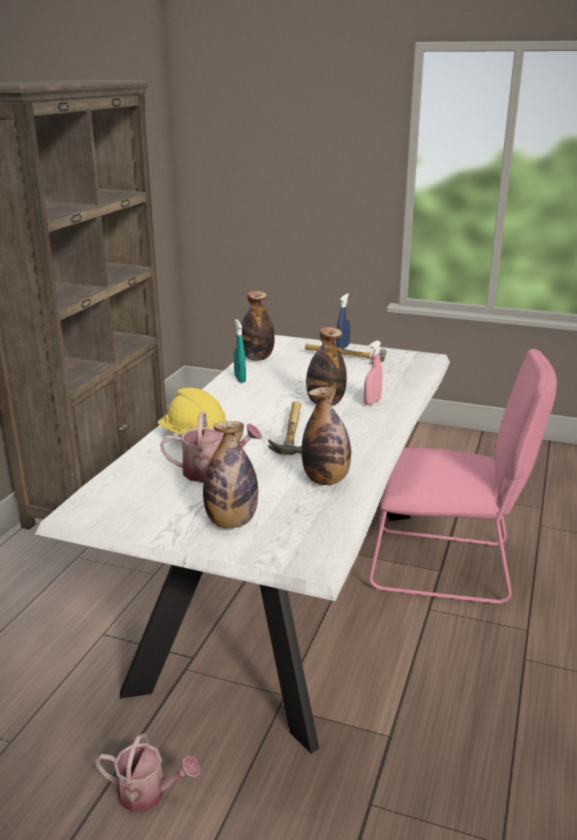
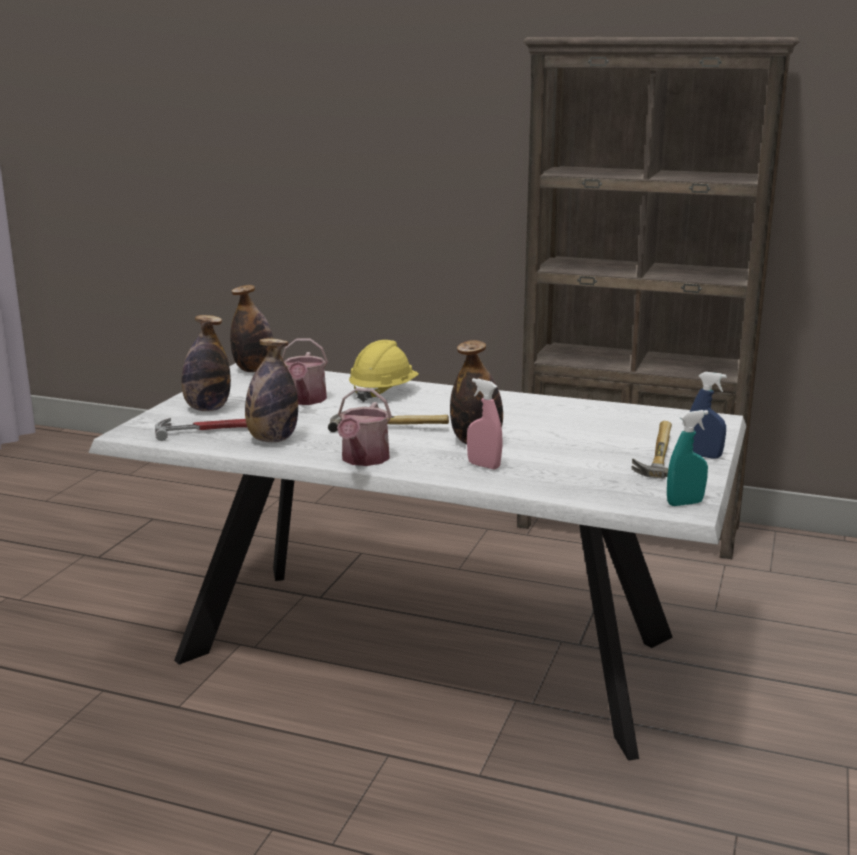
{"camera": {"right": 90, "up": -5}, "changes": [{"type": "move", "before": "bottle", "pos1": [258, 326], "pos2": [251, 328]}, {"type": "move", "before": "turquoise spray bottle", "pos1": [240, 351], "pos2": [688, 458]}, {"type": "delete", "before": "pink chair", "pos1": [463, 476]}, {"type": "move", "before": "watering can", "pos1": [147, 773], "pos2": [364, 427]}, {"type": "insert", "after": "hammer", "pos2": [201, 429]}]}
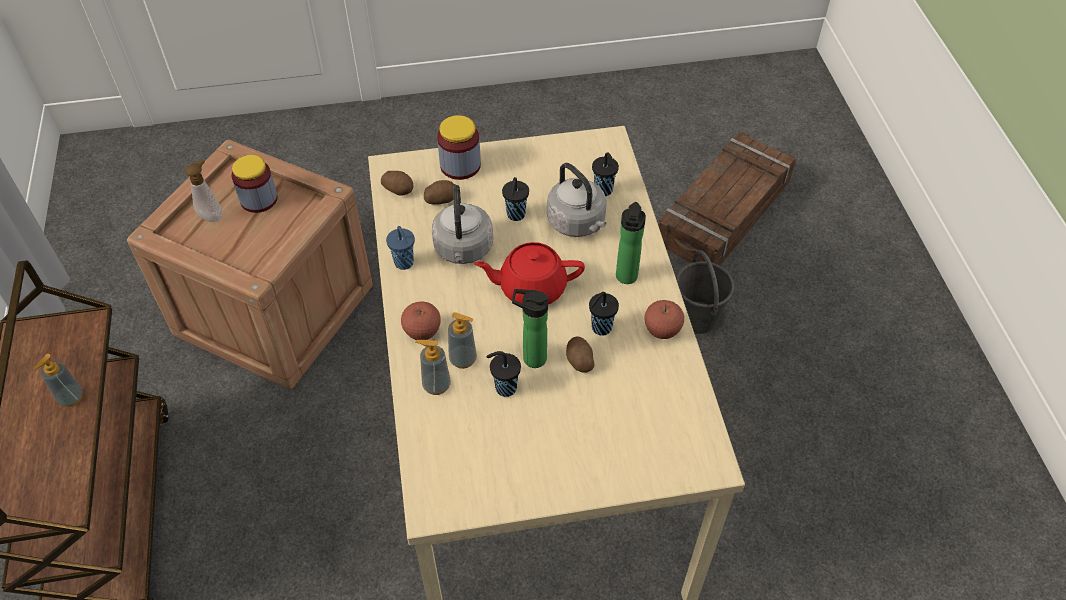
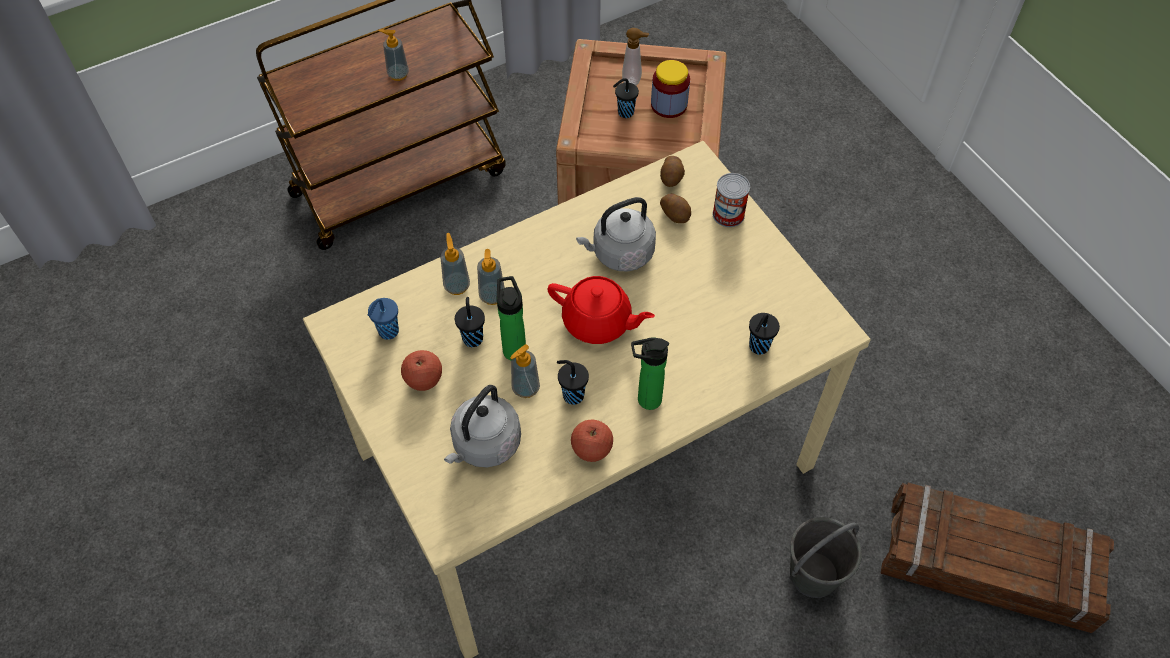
{"camera": {"right": 70, "up": 5}, "changes": [{"type": "replace", "before": "jar", "after": "can", "pos1": [459, 147], "pos2": [731, 200]}, {"type": "move", "before": "grey kettle", "pos1": [577, 200], "pos2": [482, 426]}, {"type": "move", "before": "black cup", "pos1": [515, 199], "pos2": [626, 98]}, {"type": "move", "before": "blue cup", "pos1": [400, 248], "pos2": [383, 319]}, {"type": "rotate", "before": "red teapot", "pos1": [529, 273], "pos2": [601, 310], "turn": 135}, {"type": "move", "before": "apple", "pos1": [421, 321], "pos2": [421, 370]}, {"type": "replace", "before": "potato", "after": "soap dispenser", "pos1": [580, 354], "pos2": [525, 371]}]}
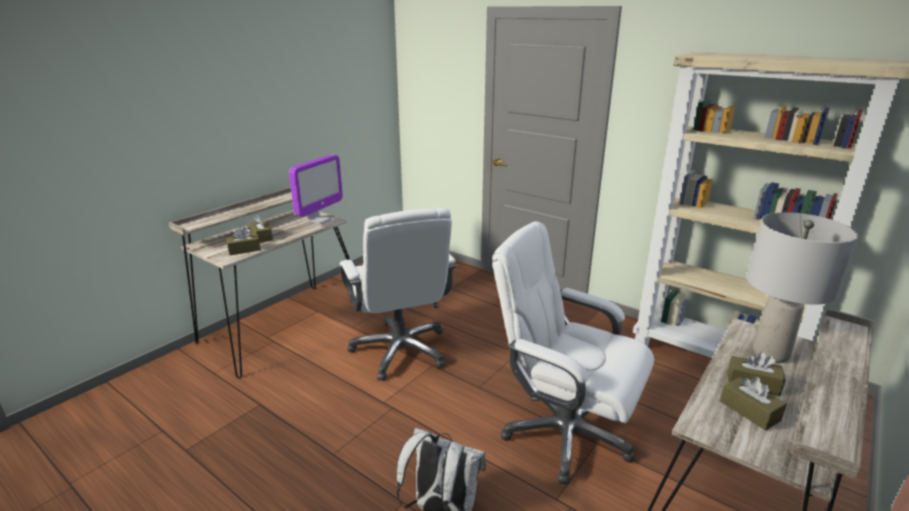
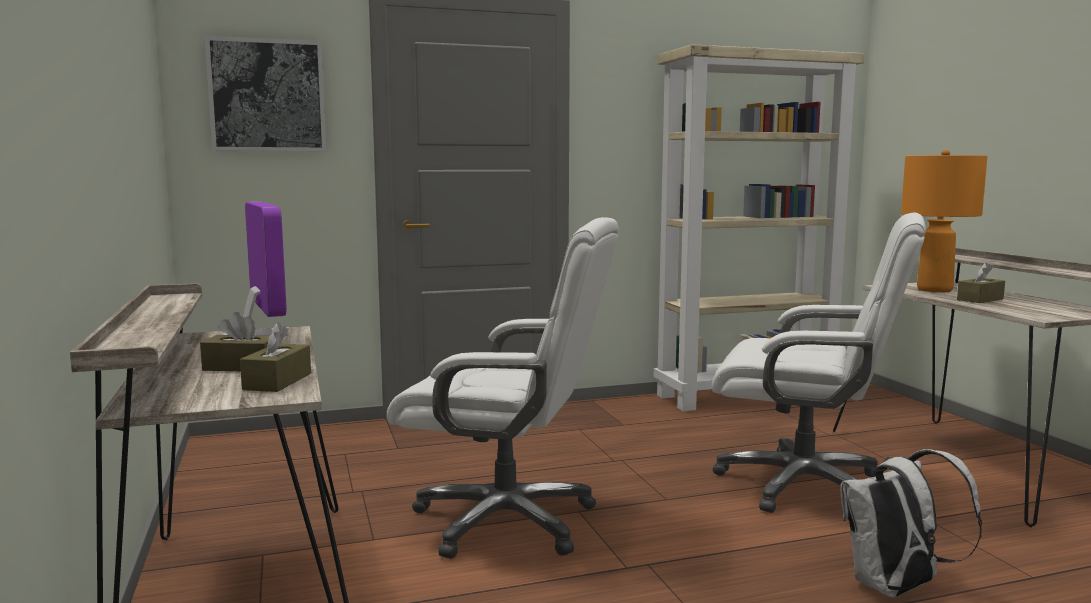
{"camera": {"right": -55, "up": -15}, "changes": [{"type": "recolor", "before": "grey table lamp", "after": "orange table lamp", "pos1": [803, 287], "pos2": [944, 221]}, {"type": "rotate", "before": "white office chair", "pos1": [573, 353], "pos2": [819, 362], "turn": -135}, {"type": "delete", "before": "brown tissue box", "pos1": [753, 403]}, {"type": "insert", "after": "picture", "pos2": [265, 93]}]}
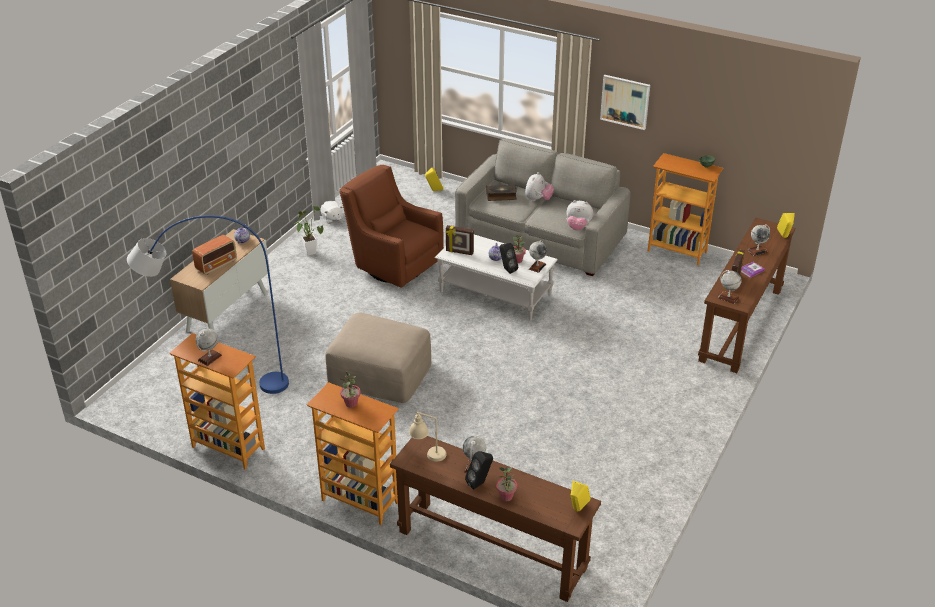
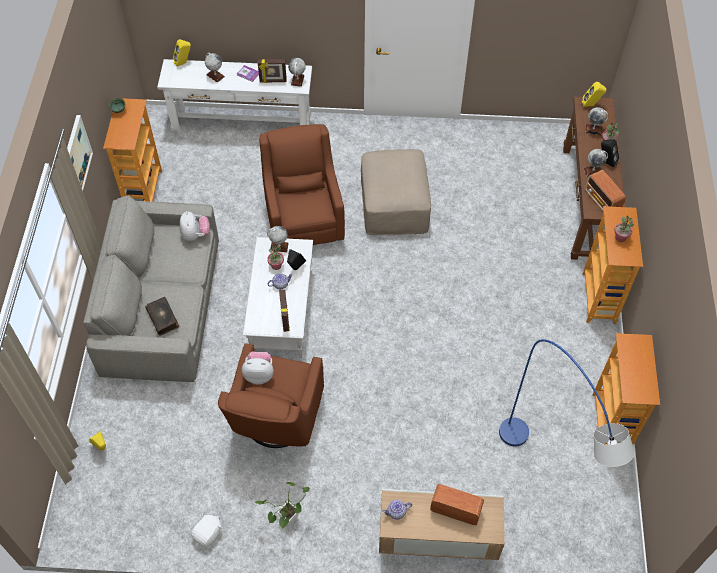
{"camera": {"right": -115, "up": 20}, "changes": [{"type": "move", "before": "plush toy", "pos1": [539, 186], "pos2": [258, 368]}, {"type": "recolor", "before": "brown console table", "after": "white console table", "pos1": [747, 295], "pos2": [234, 97]}, {"type": "move", "before": "beige ottoman", "pos1": [378, 357], "pos2": [396, 192]}, {"type": "move", "before": "globe", "pos1": [209, 347], "pos2": [596, 121]}, {"type": "replace", "before": "beige table lamp", "after": "radio", "pos1": [428, 437], "pos2": [605, 191]}, {"type": "insert", "after": "brown armchair", "pos2": [302, 184]}]}
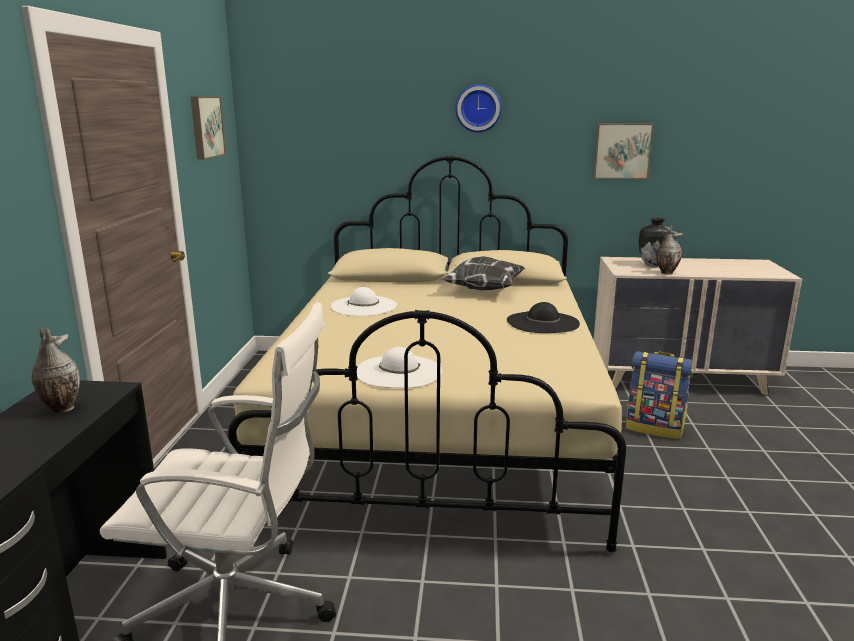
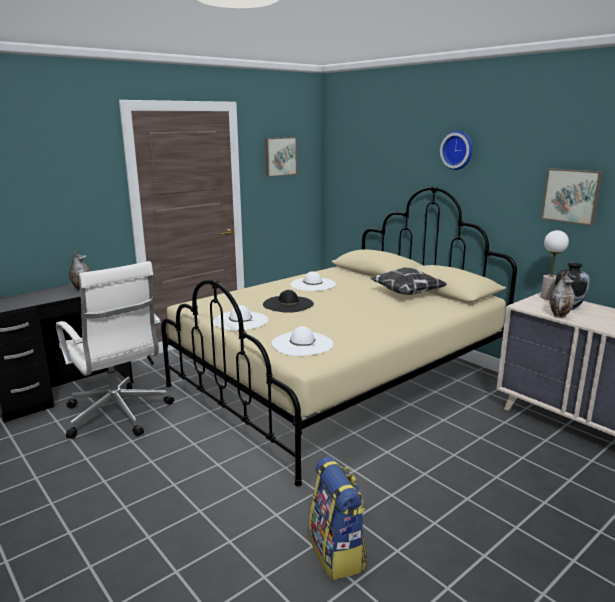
{"camera": {"right": 45, "up": 0}, "changes": [{"type": "move", "before": "black hat", "pos1": [543, 317], "pos2": [288, 301]}, {"type": "move", "before": "backpack", "pos1": [659, 395], "pos2": [338, 518]}, {"type": "insert", "after": "table lamp", "pos2": [555, 265]}, {"type": "insert", "after": "white hat", "pos2": [302, 341]}]}
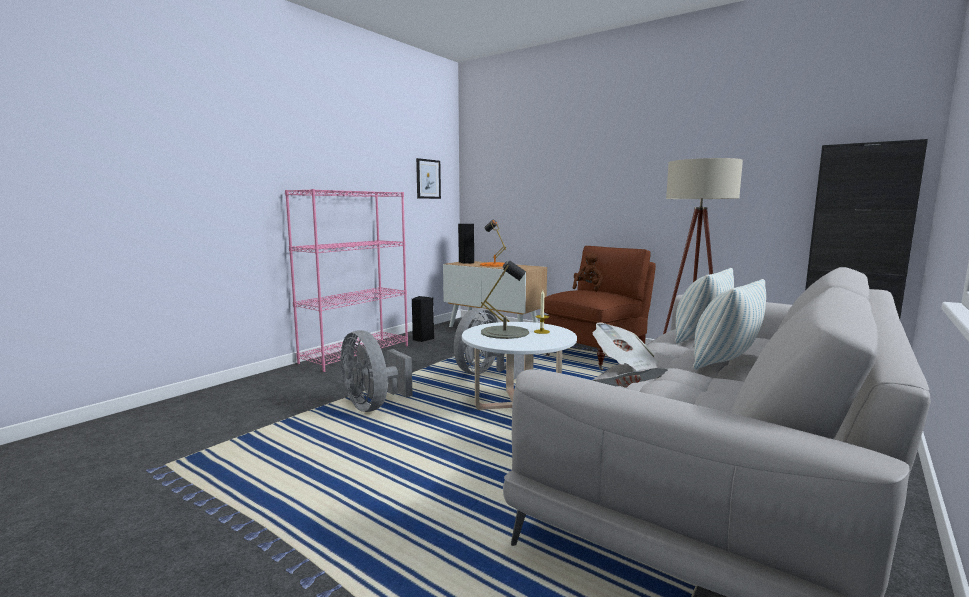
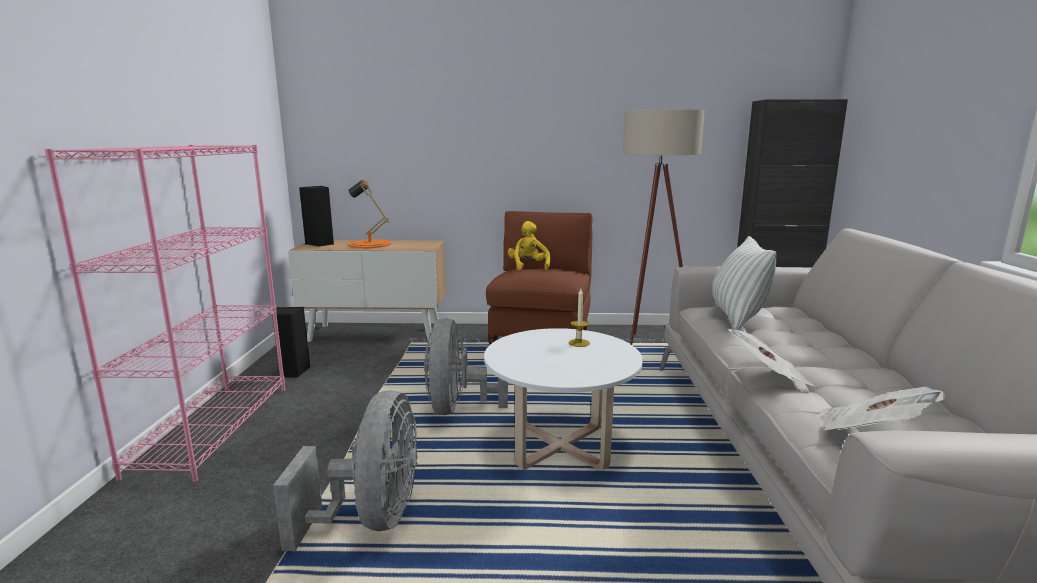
{"camera": {"right": -35, "up": 5}, "changes": [{"type": "delete", "before": "picture", "pos1": [428, 178]}, {"type": "recolor", "before": "brown plush toy", "after": "yellow plush toy", "pos1": [588, 272], "pos2": [529, 246]}, {"type": "delete", "before": "grey table lamp", "pos1": [505, 299]}, {"type": "delete", "before": "pillow", "pos1": [729, 324]}, {"type": "rotate", "before": "grey fan", "pos1": [376, 371], "pos2": [345, 470], "turn": -105}]}
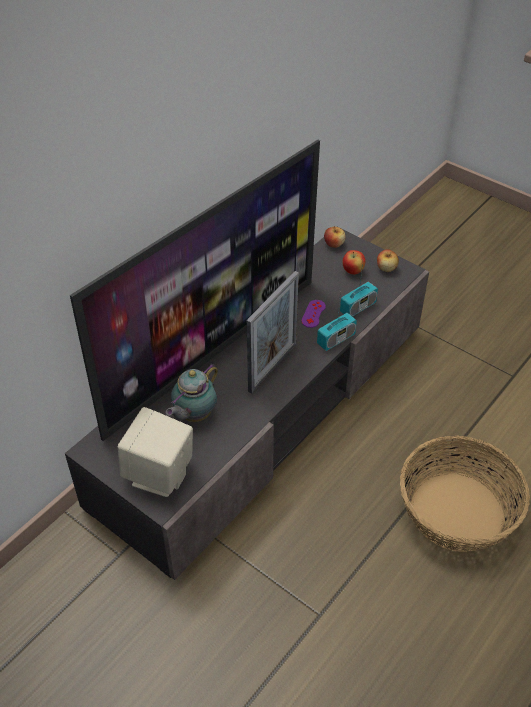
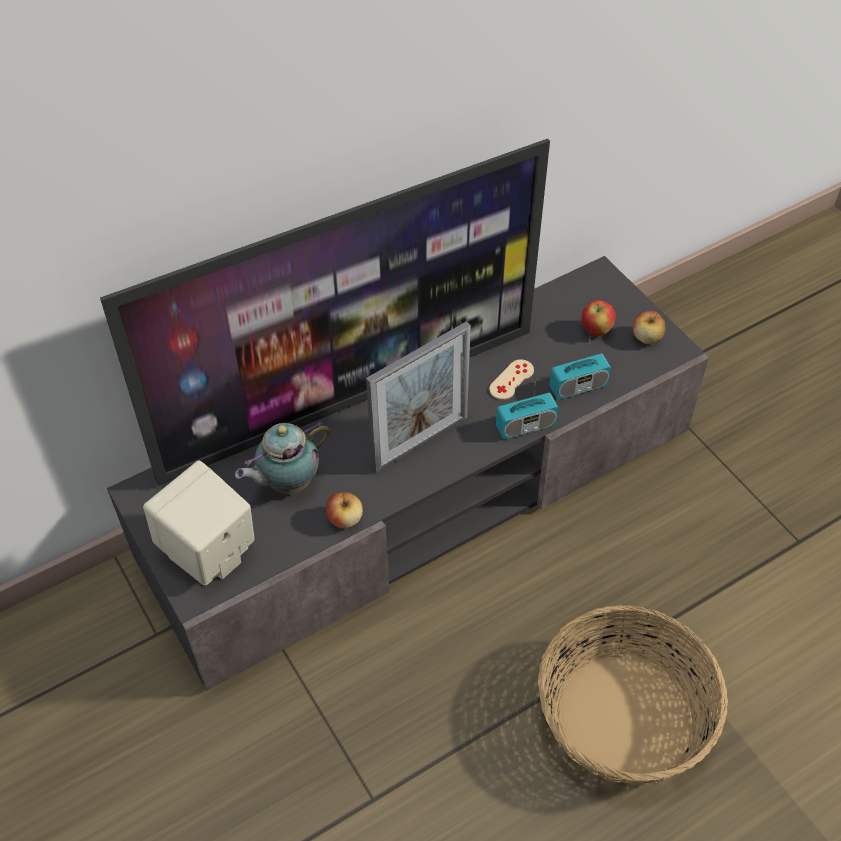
{"camera": {"right": 20, "up": 5}, "changes": [{"type": "move", "before": "apple", "pos1": [335, 237], "pos2": [344, 510]}, {"type": "recolor", "before": "purple game controller", "after": "beige game controller", "pos1": [313, 314], "pos2": [511, 380]}]}
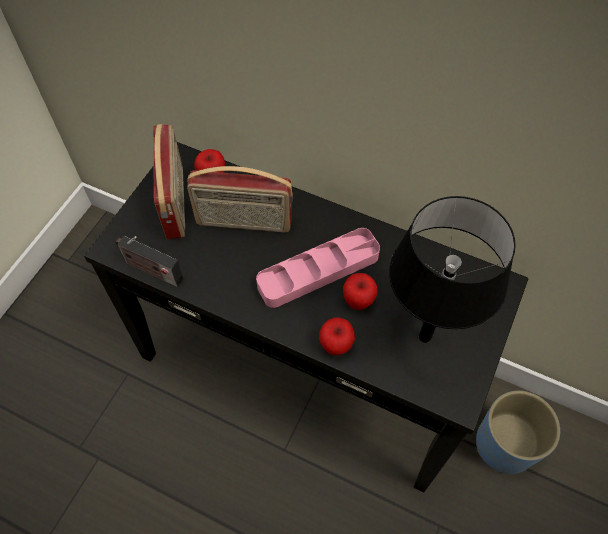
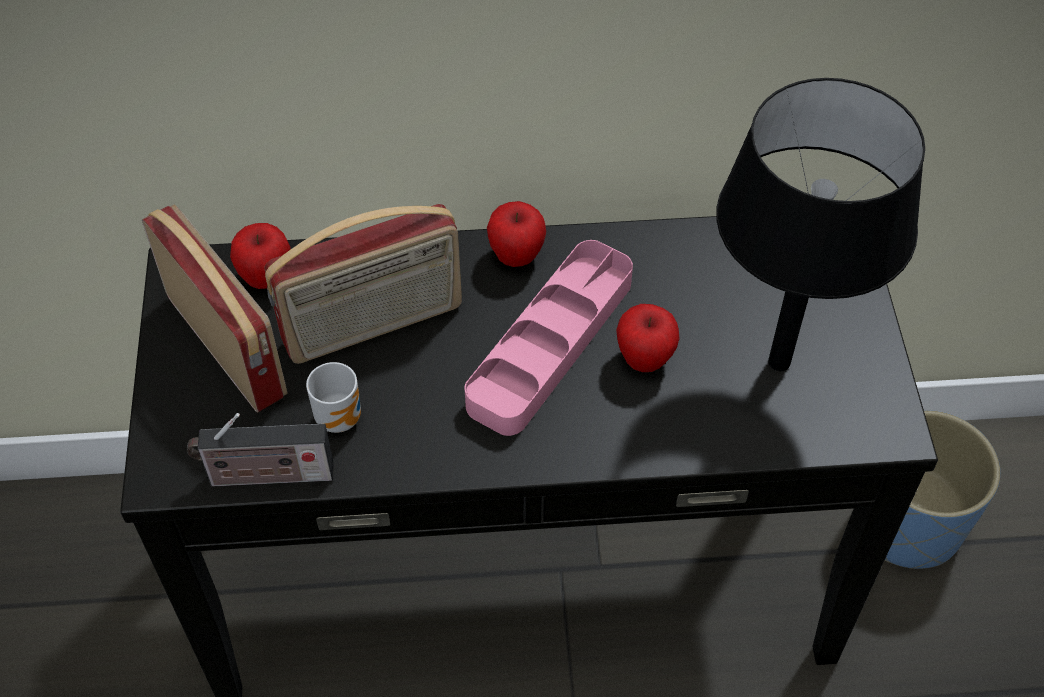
{"camera": {"right": -30, "up": -5}, "changes": [{"type": "move", "before": "apple", "pos1": [337, 336], "pos2": [516, 234]}, {"type": "insert", "after": "mug", "pos2": [333, 397]}]}
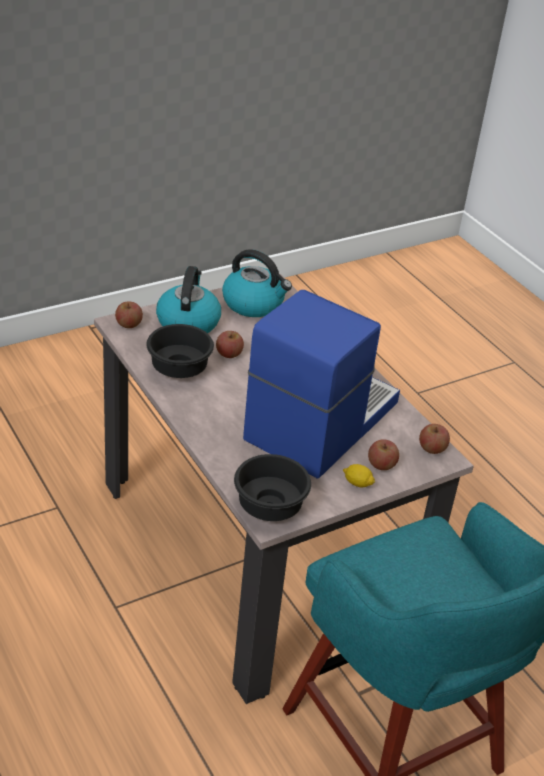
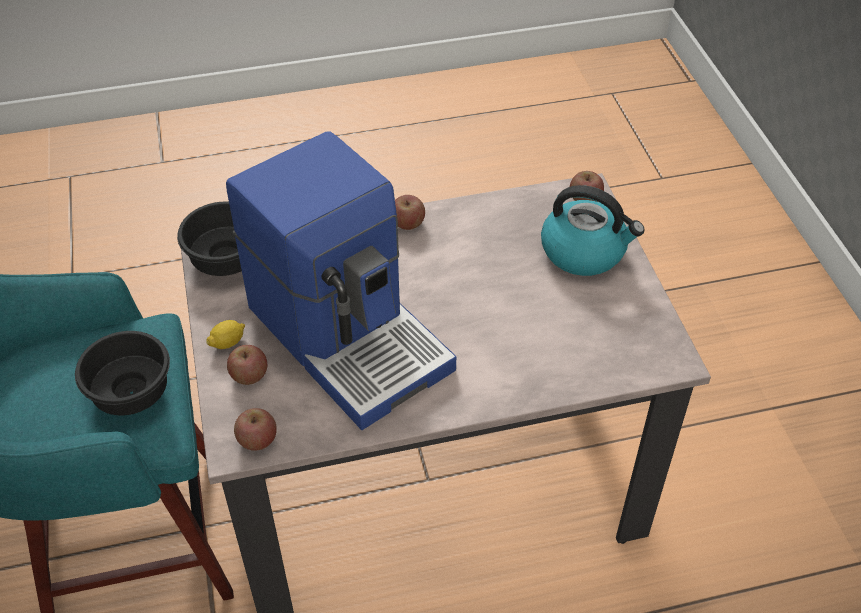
{"camera": {"right": 110, "up": 10}, "changes": [{"type": "delete", "before": "kettle", "pos1": [257, 283]}, {"type": "move", "before": "black bowl", "pos1": [180, 351], "pos2": [122, 373]}, {"type": "move", "before": "apple", "pos1": [230, 344], "pos2": [410, 212]}]}
